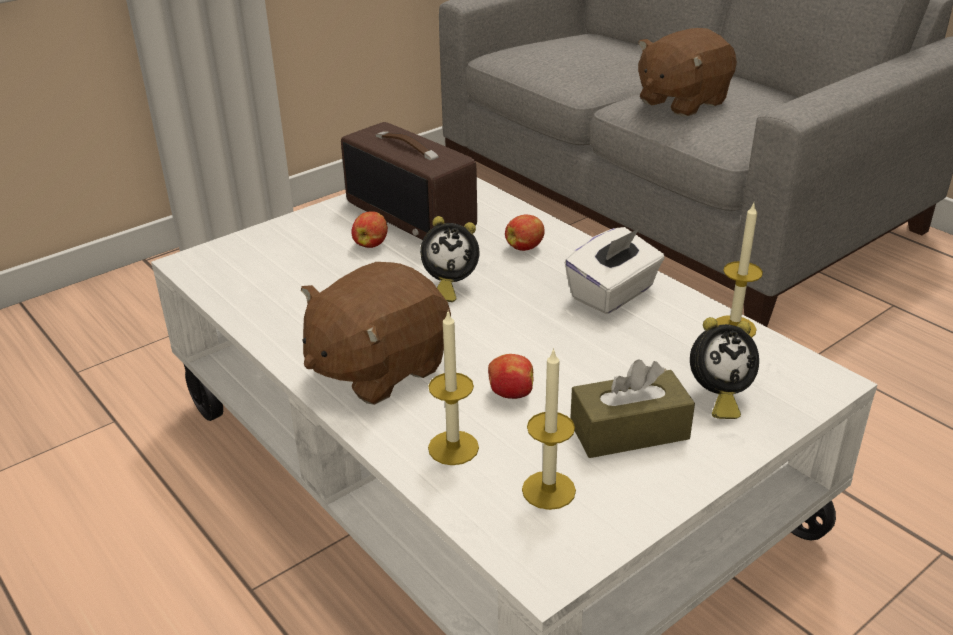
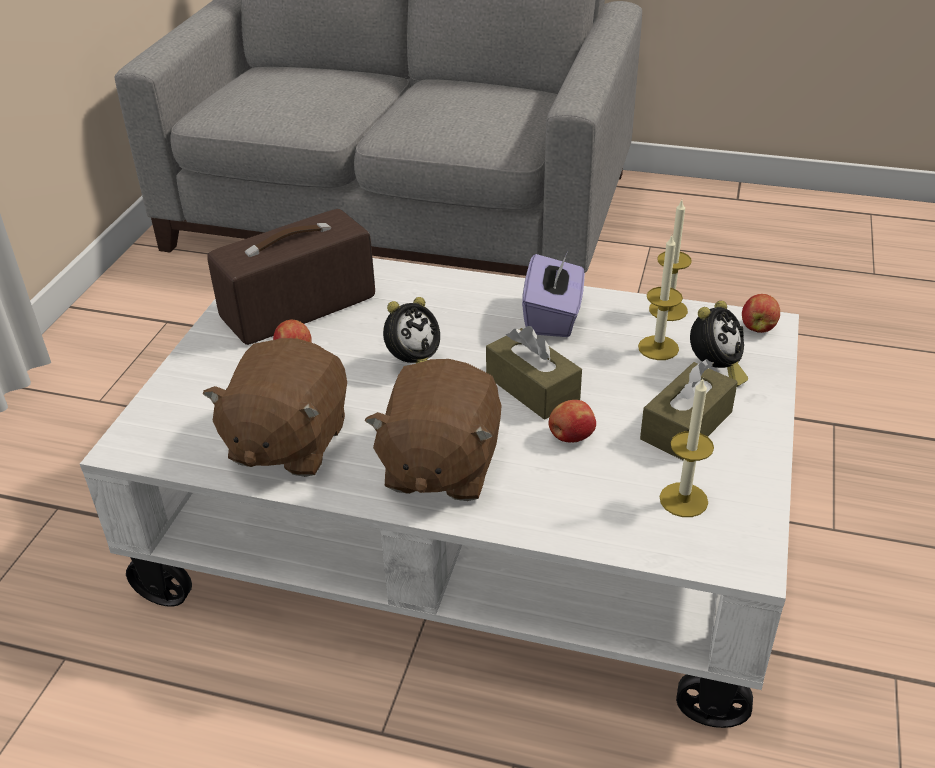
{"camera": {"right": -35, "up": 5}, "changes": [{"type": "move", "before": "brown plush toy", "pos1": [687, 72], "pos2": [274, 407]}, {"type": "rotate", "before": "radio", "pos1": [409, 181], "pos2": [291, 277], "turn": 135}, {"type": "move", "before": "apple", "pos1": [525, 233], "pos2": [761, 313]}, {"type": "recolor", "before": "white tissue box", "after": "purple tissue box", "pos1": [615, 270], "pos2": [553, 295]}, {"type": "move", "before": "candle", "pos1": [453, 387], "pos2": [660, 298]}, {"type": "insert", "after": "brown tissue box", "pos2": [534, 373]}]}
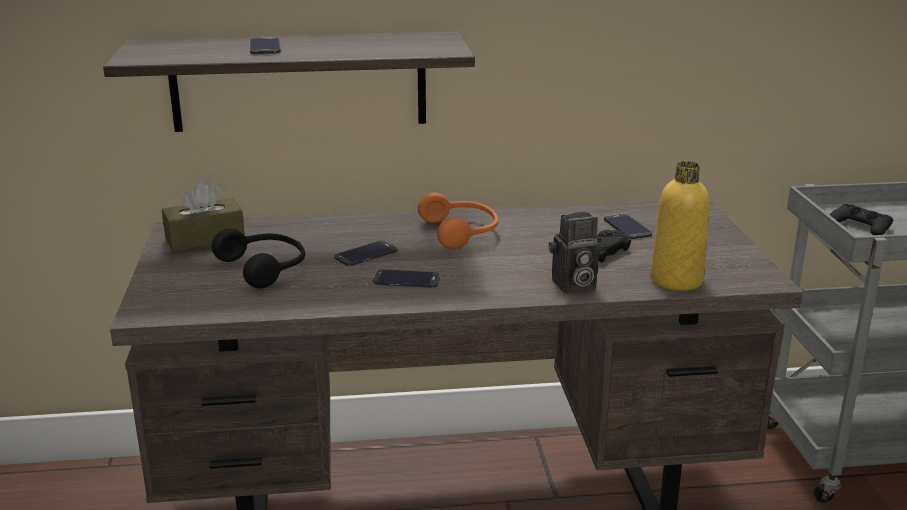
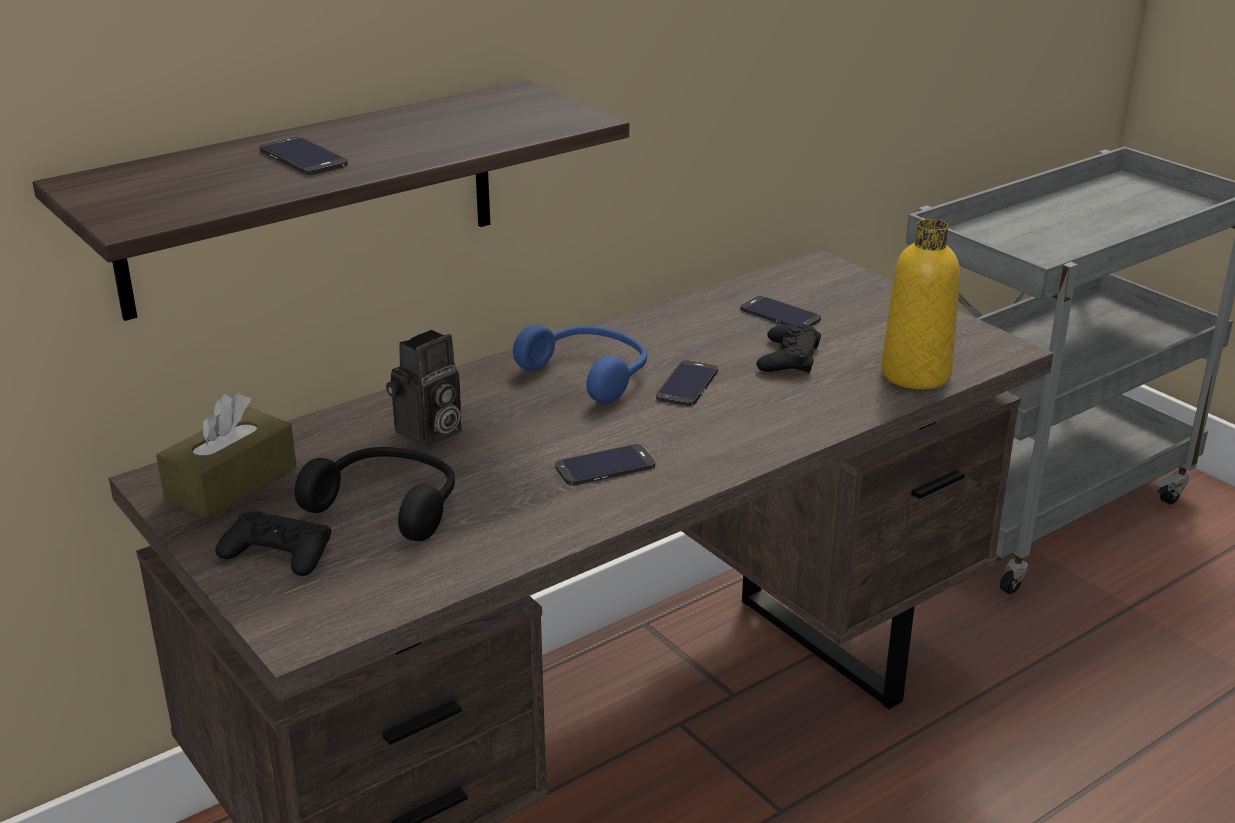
{"camera": {"right": -30, "up": 5}, "changes": [{"type": "recolor", "before": "orange headphones", "after": "blue headphones", "pos1": [458, 220], "pos2": [580, 363]}, {"type": "move", "before": "black game controller", "pos1": [861, 219], "pos2": [273, 543]}, {"type": "move", "before": "photo camera", "pos1": [574, 252], "pos2": [423, 389]}, {"type": "move", "before": "phone", "pos1": [365, 253], "pos2": [687, 383]}]}
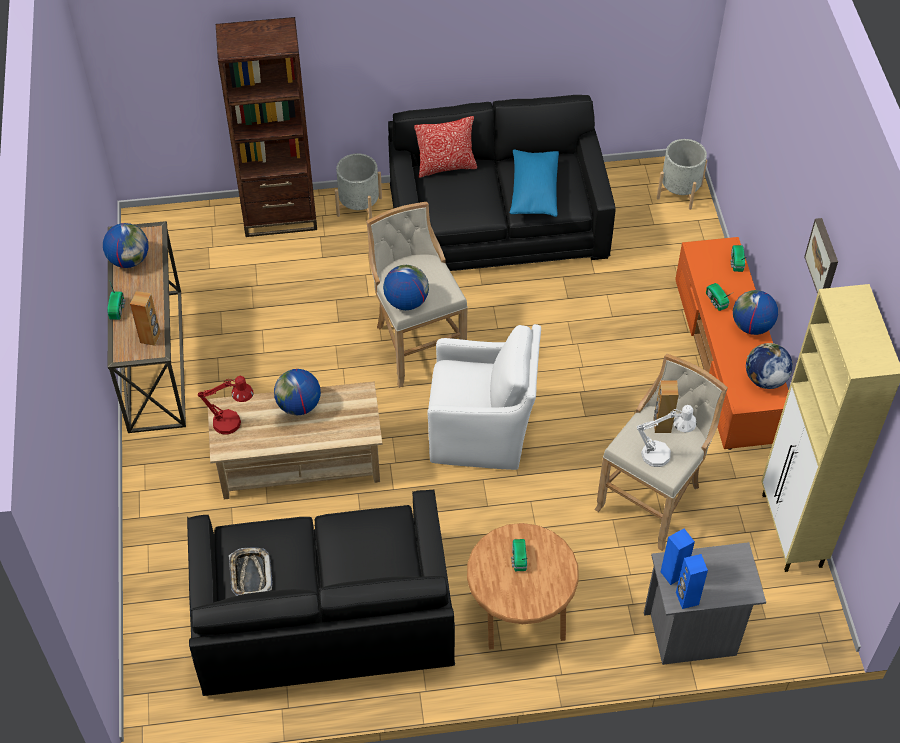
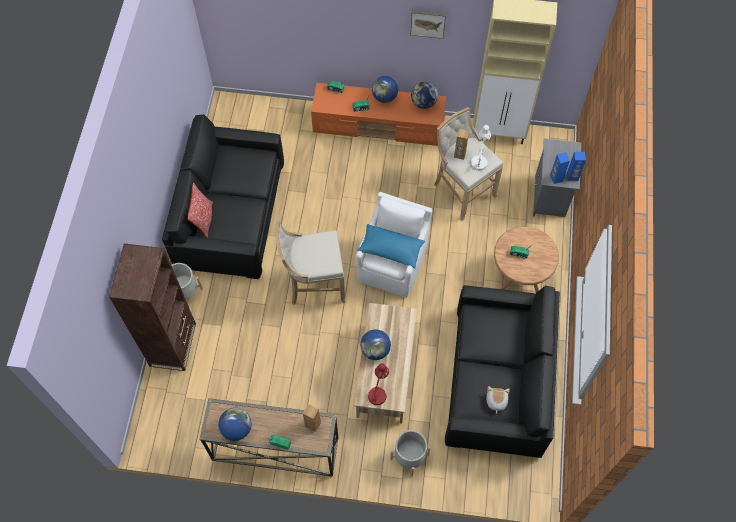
{"camera": {"right": -75, "up": 10}, "changes": [{"type": "move", "before": "grey planter", "pos1": [682, 174], "pos2": [410, 453]}, {"type": "move", "before": "blue pillow", "pos1": [534, 183], "pos2": [391, 246]}, {"type": "delete", "before": "globe", "pos1": [406, 287]}, {"type": "replace", "before": "tray", "after": "plush toy", "pos1": [251, 572], "pos2": [498, 400]}]}
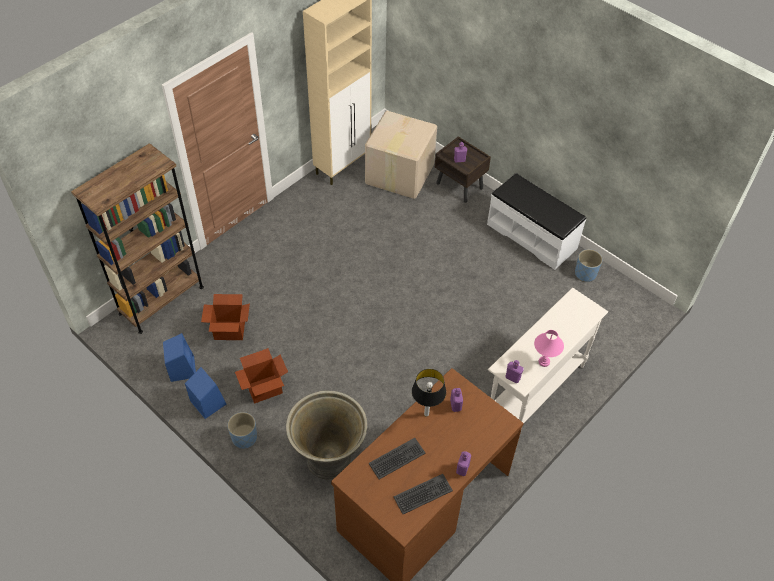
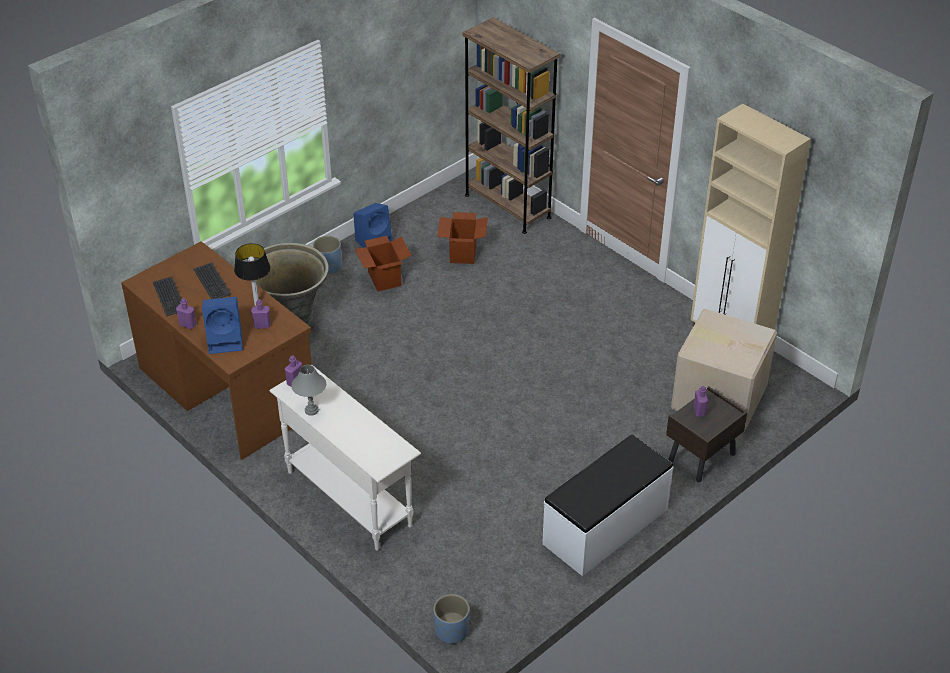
{"camera": {"right": 95, "up": -10}, "changes": [{"type": "move", "before": "blue planter", "pos1": [588, 265], "pos2": [451, 619]}, {"type": "recolor", "before": "pink table lamp", "after": "grey table lamp", "pos1": [549, 348], "pos2": [308, 390]}, {"type": "move", "before": "blue speaker", "pos1": [179, 357], "pos2": [222, 325]}]}
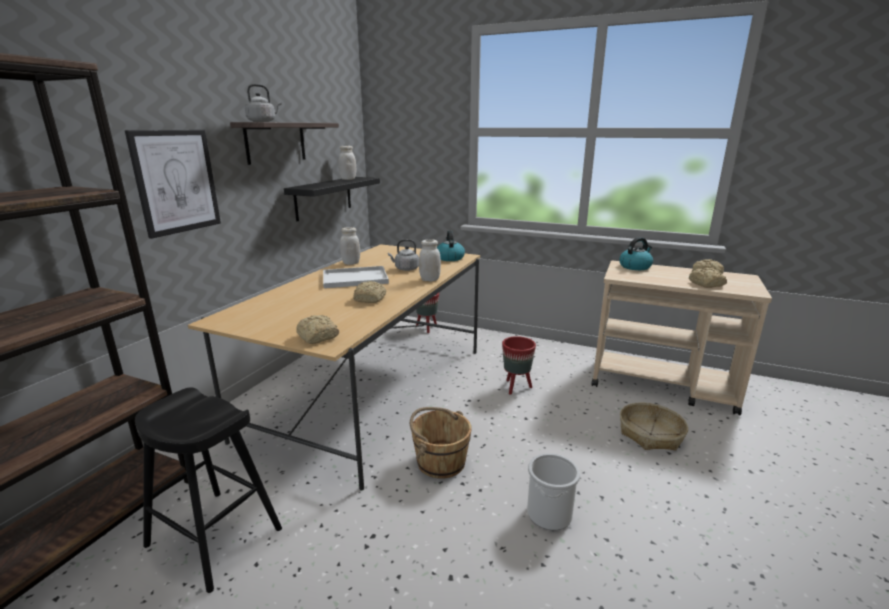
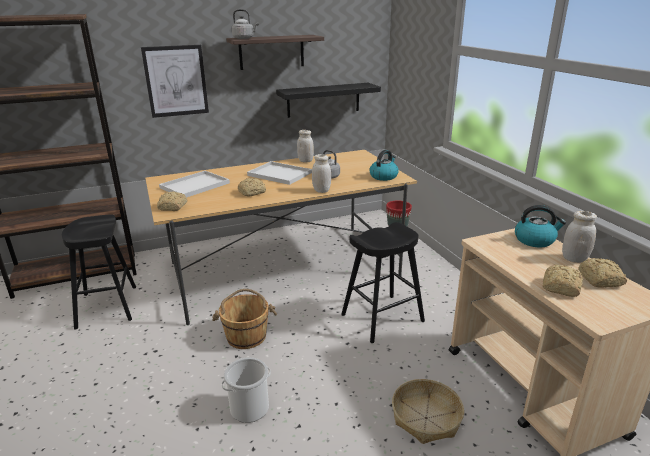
{"camera": {"right": 45, "up": 5}, "changes": [{"type": "move", "before": "white jar", "pos1": [347, 163], "pos2": [579, 237]}, {"type": "replace", "before": "red planter", "after": "black stool", "pos1": [519, 365], "pos2": [383, 282]}, {"type": "insert", "after": "white tray", "pos2": [194, 184]}]}
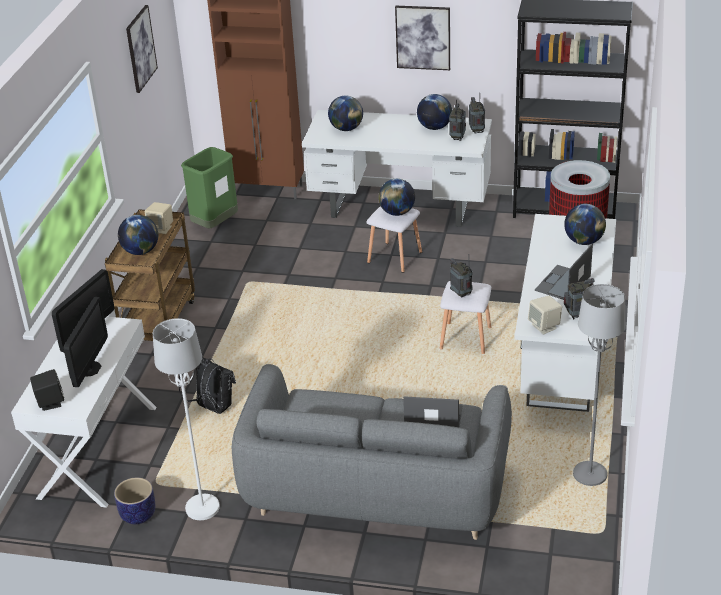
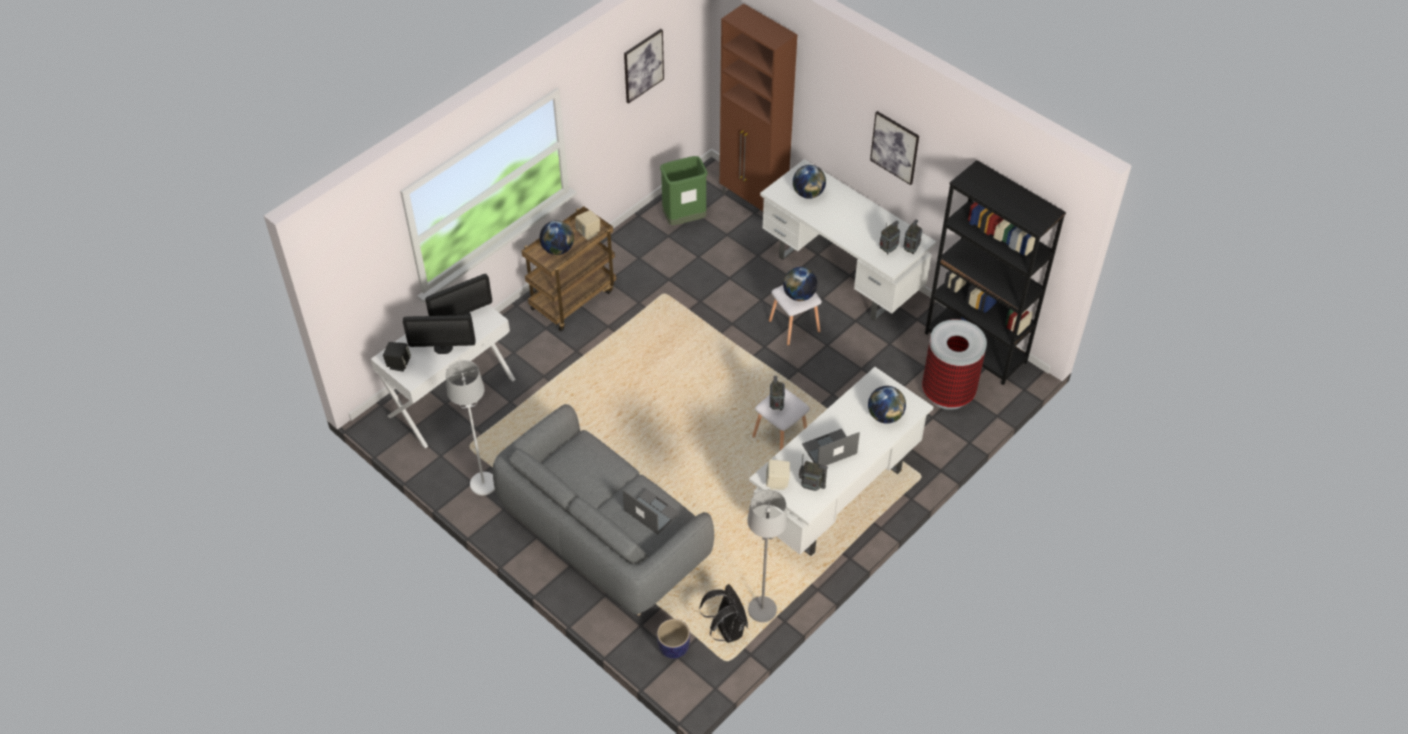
{"camera": {"right": 30, "up": 15}, "changes": [{"type": "delete", "before": "globe", "pos1": [434, 112]}, {"type": "rotate", "before": "monitor", "pos1": [85, 342], "pos2": [439, 334], "turn": 45}, {"type": "move", "before": "black backpack", "pos1": [207, 385], "pos2": [723, 613]}, {"type": "move", "before": "planter", "pos1": [134, 500], "pos2": [673, 638]}]}
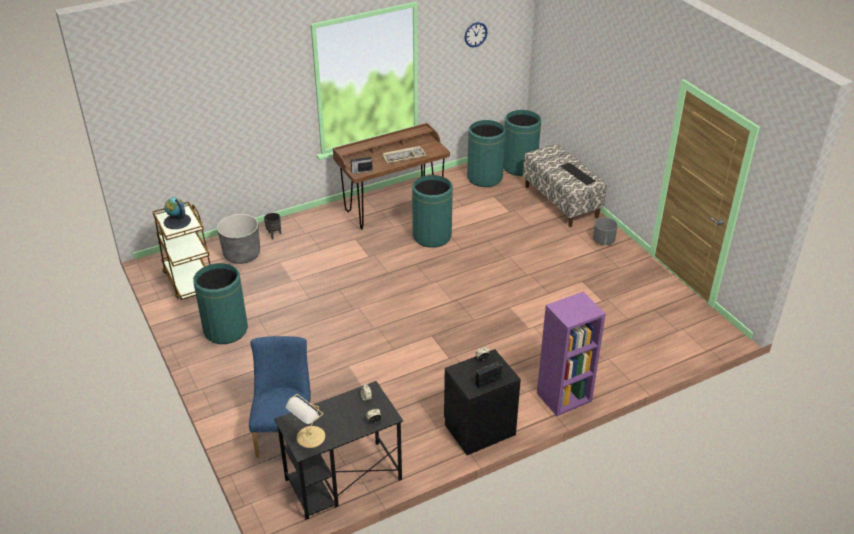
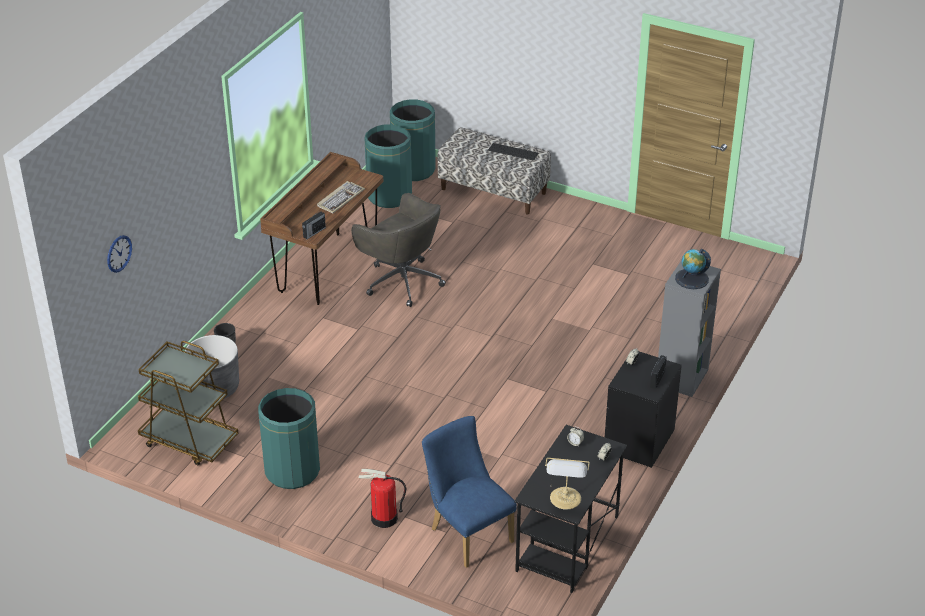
{"camera": {"right": -35, "up": 0}, "changes": [{"type": "move", "before": "wall clock", "pos1": [476, 34], "pos2": [119, 254]}, {"type": "replace", "before": "green trash can", "after": "grey office chair", "pos1": [432, 211], "pos2": [398, 250]}, {"type": "move", "before": "globe", "pos1": [177, 213], "pos2": [693, 269]}, {"type": "delete", "before": "grey planter", "pos1": [605, 231]}, {"type": "recolor", "before": "purple bookcase", "after": "grey bookcase", "pos1": [571, 354], "pos2": [689, 328]}, {"type": "insert", "after": "fire extinguisher", "pos2": [382, 498]}]}
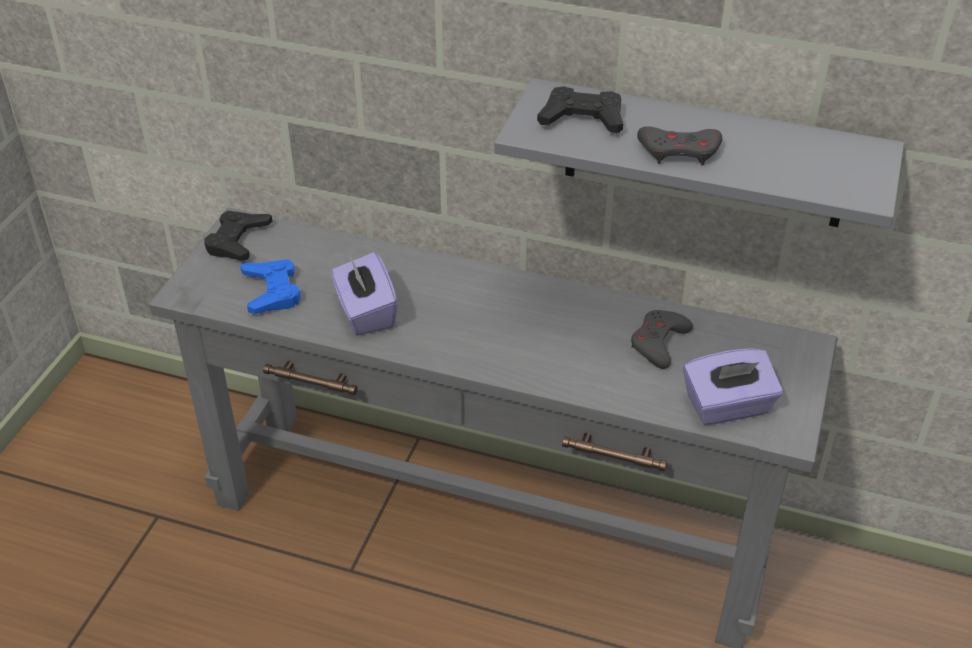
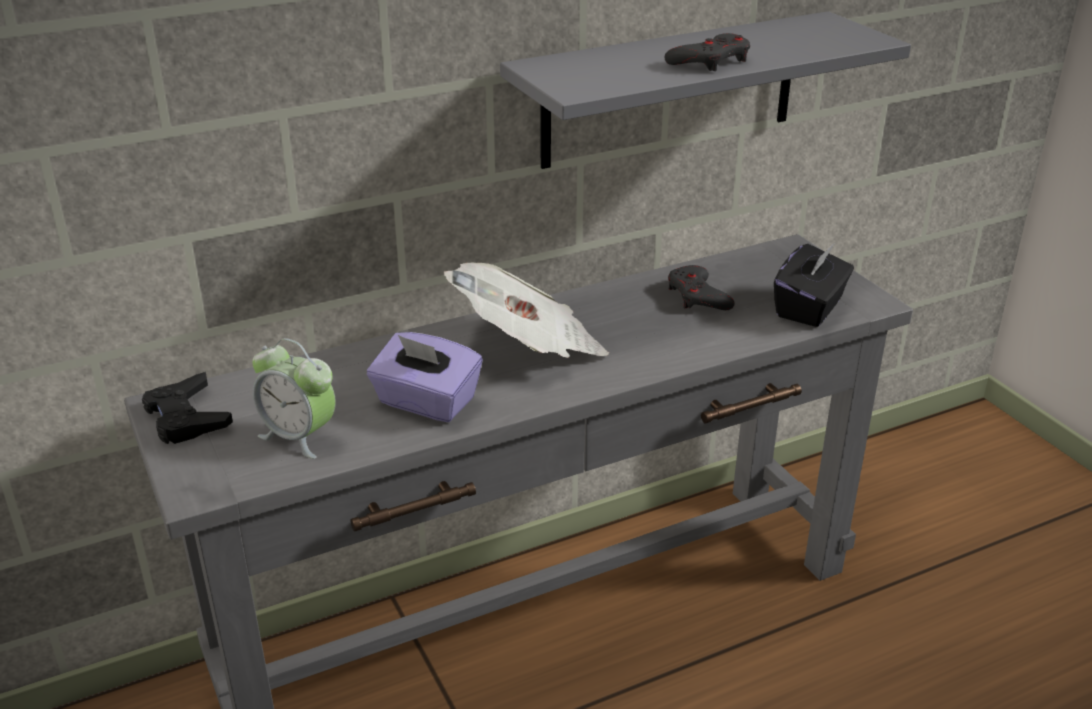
{"camera": {"right": -45, "up": -10}, "changes": [{"type": "delete", "before": "black game controller", "pos1": [580, 109]}, {"type": "replace", "before": "blue game controller", "after": "alarm clock", "pos1": [270, 286], "pos2": [294, 398]}, {"type": "recolor", "before": "purple tissue box", "after": "black tissue box", "pos1": [733, 386], "pos2": [814, 284]}, {"type": "insert", "after": "newspaper", "pos2": [526, 310]}]}
